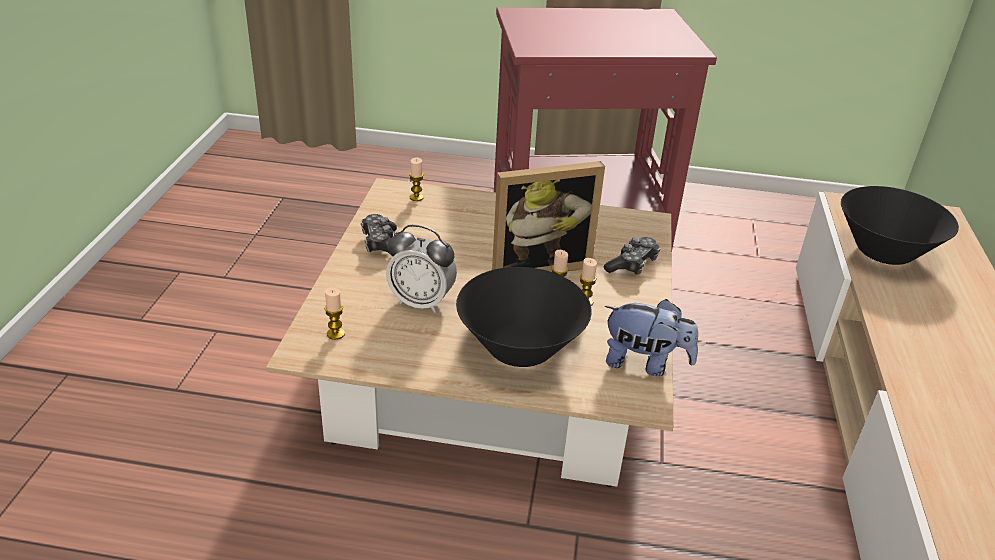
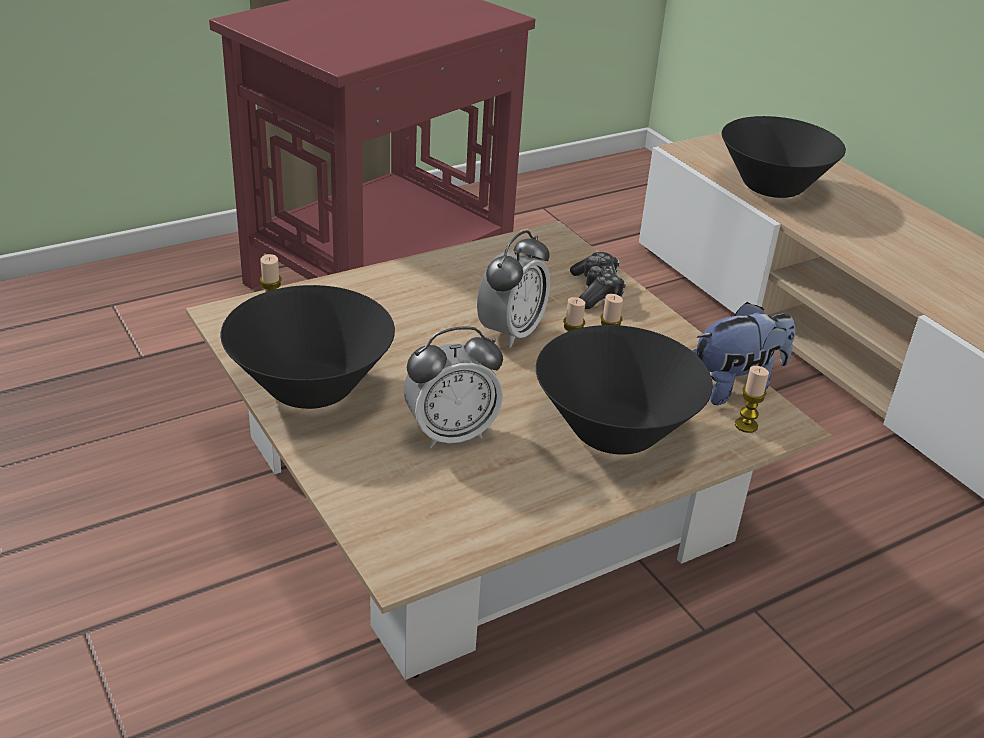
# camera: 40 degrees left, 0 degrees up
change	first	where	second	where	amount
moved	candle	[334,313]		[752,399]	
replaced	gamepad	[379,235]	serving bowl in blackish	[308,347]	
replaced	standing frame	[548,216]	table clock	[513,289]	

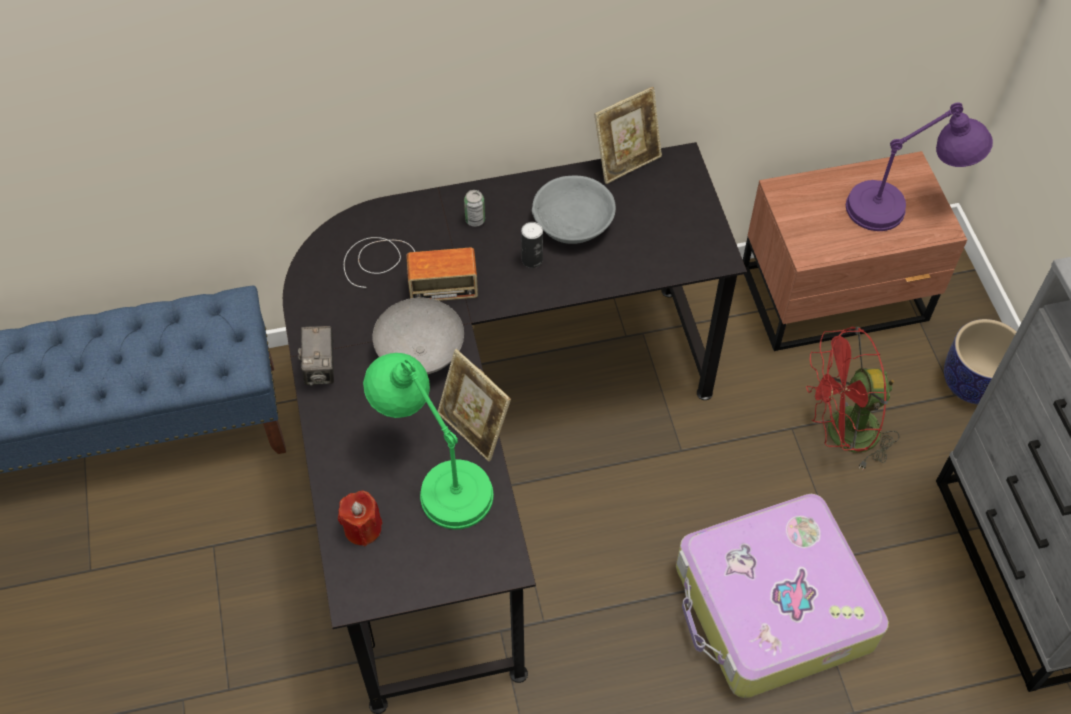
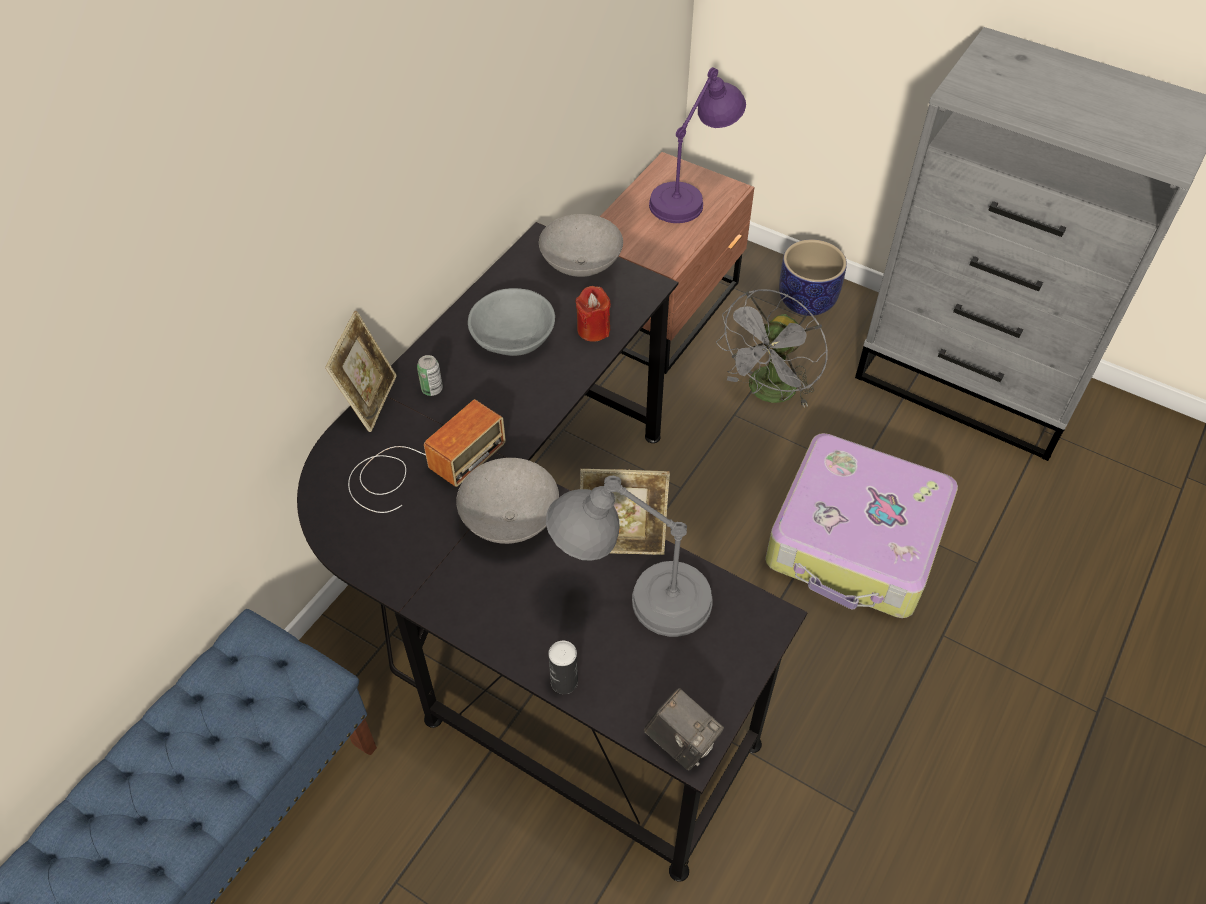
# camera: 45 degrees left, 5 degrees down
change	first	where	second	where	amount
added			serving bowl in grey	[581,245]	
moved	photo camera	[316,356]		[684,729]	
moved	candle in red-coloured	[360,518]		[593,314]	
moved	can	[532,245]		[563,667]	
moved	standing frame	[628,135]		[361,371]	
recoloured	tabletop lamp in greenish	[428,441]	tabletop lamp in grey	[629,556]	
recoloured	electric fan in red-coloured	[852,399]	electric fan in grey	[772,348]	

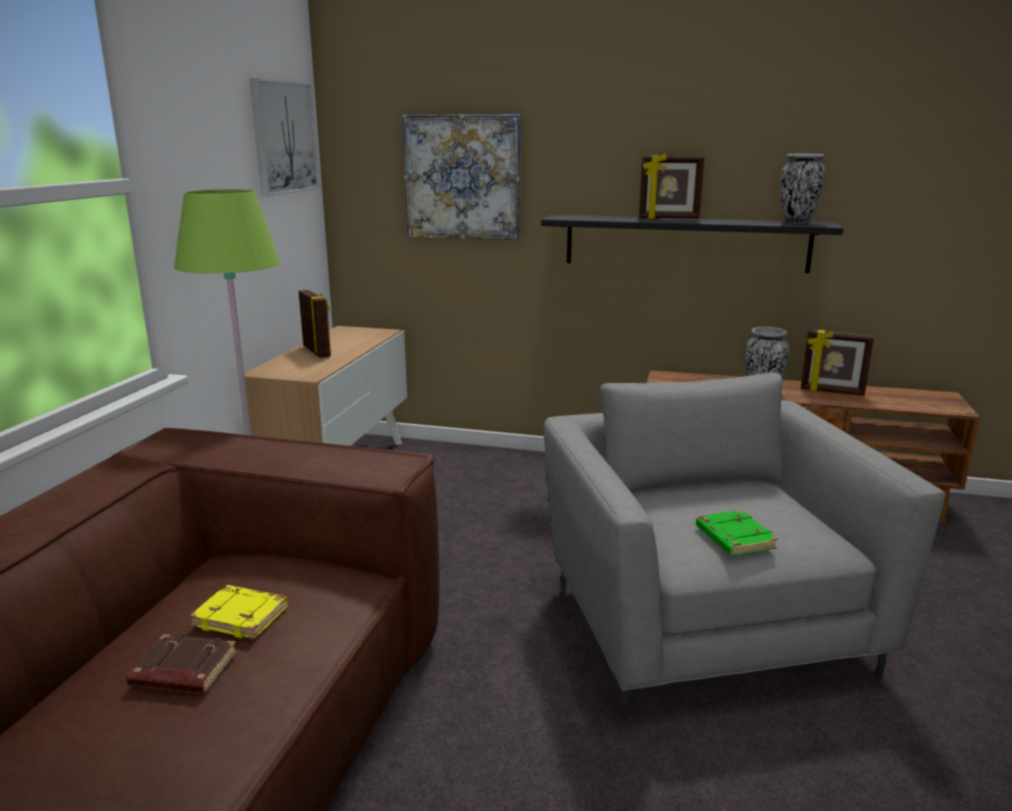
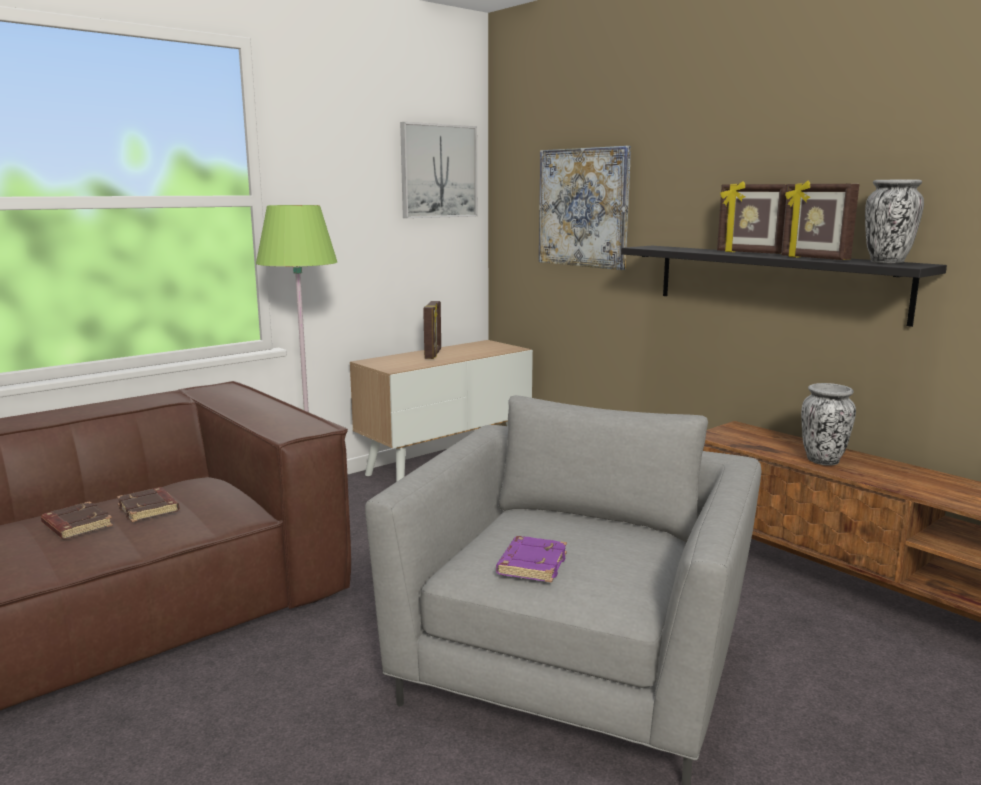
# camera: 35 degrees right, 5 degrees down
change	first	where	second	where	amount
moved	standing frame	[837,362]		[820,220]	
recoloured	bound book in yellowish	[238,612]	bound book in brownish	[148,504]	
recoloured	bound book in greenish	[737,533]	bound book in purple-coloured	[531,559]	

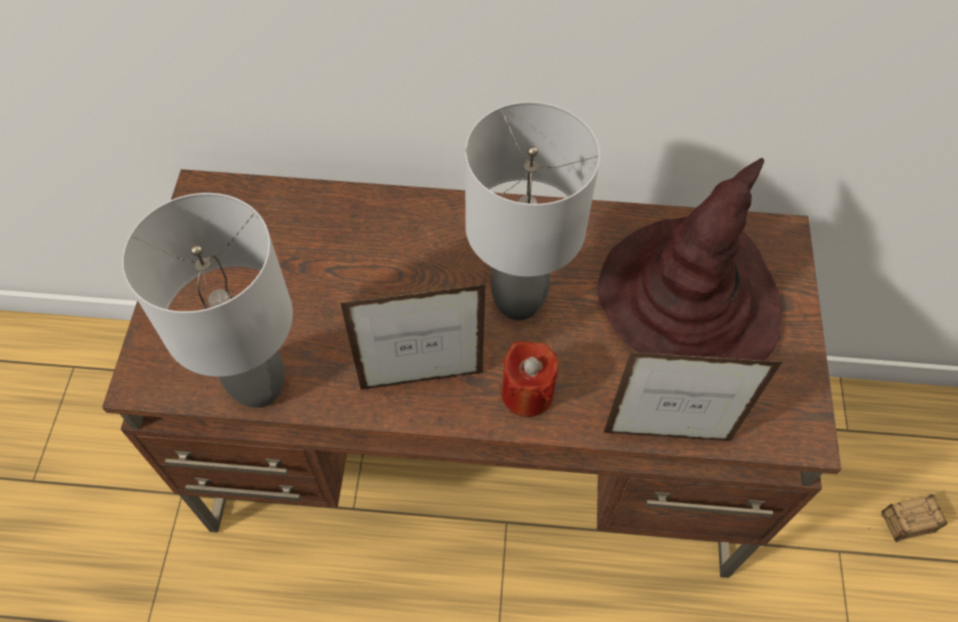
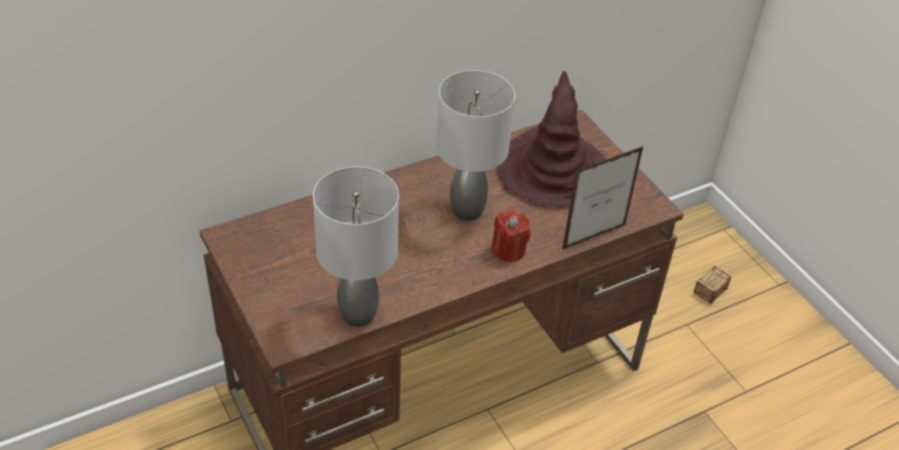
# camera: 35 degrees left, 15 degrees down
change	first	where	second	where	amount
removed	standing frame	[413,337]			

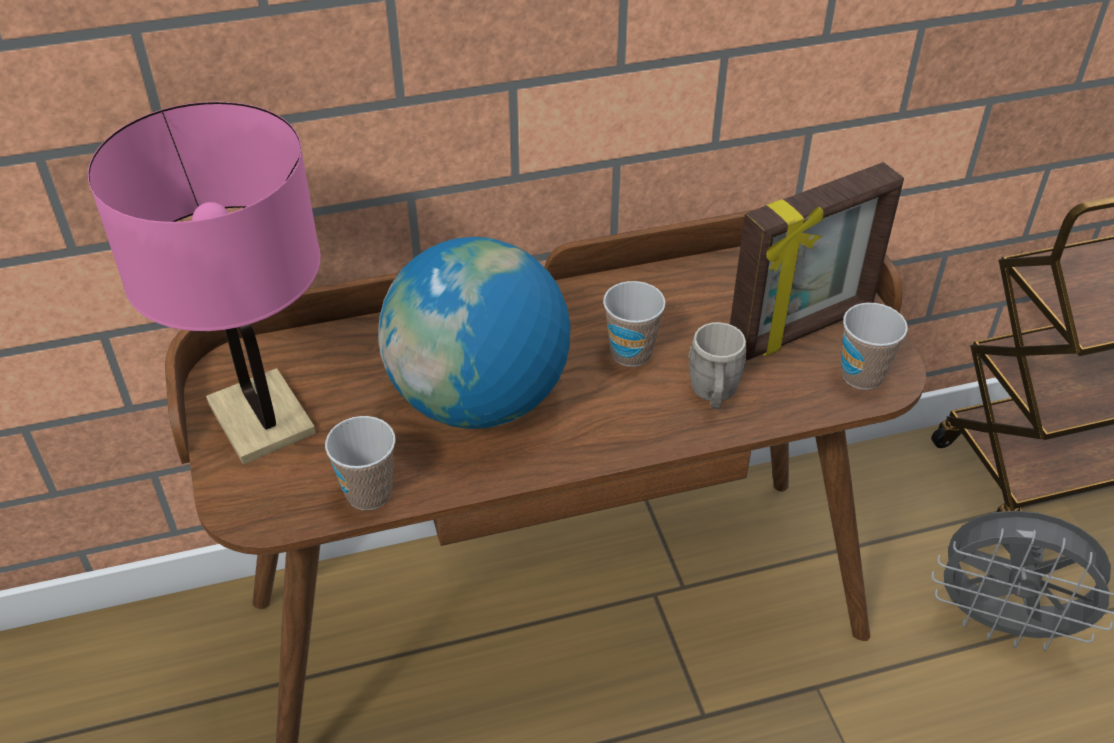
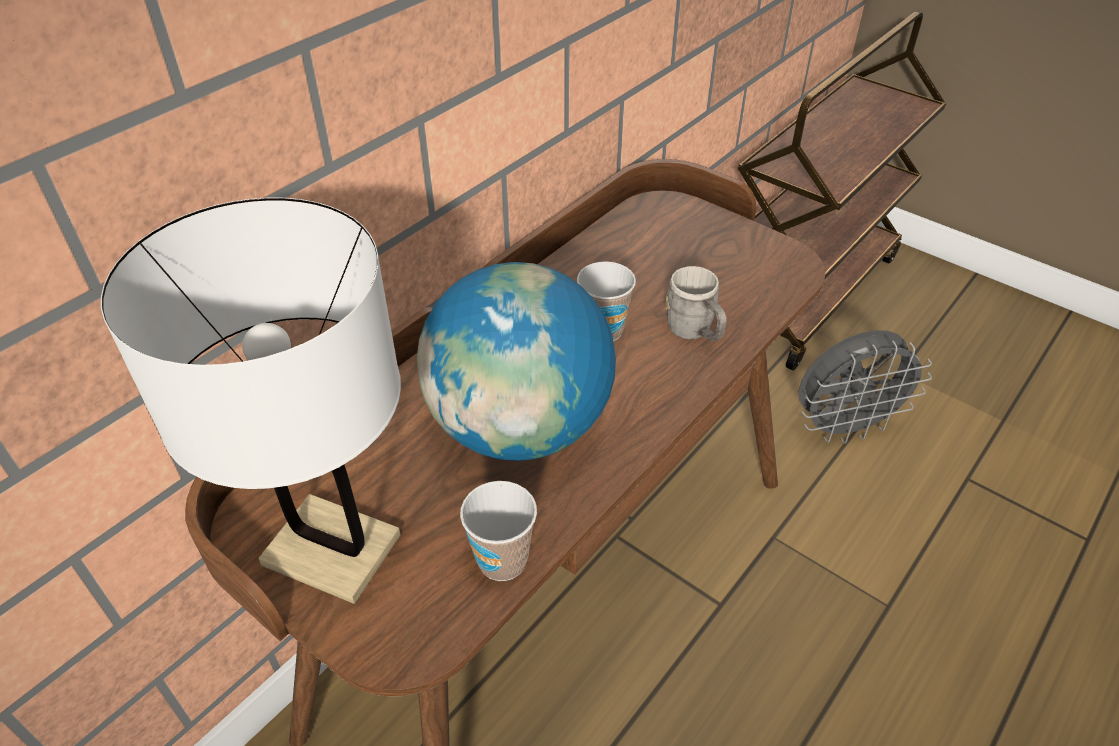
# camera: 35 degrees left, 0 degrees up
change	first	where	second	where	amount
removed	standing frame	[817,261]			
removed	drinking cup	[874,346]			
recoloured	tabletop lamp in pinkish	[204,282]	tabletop lamp in whitish	[251,400]	

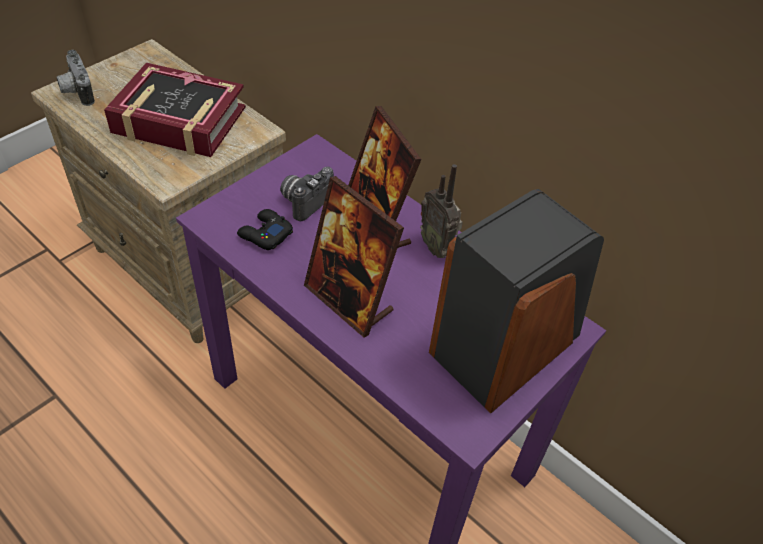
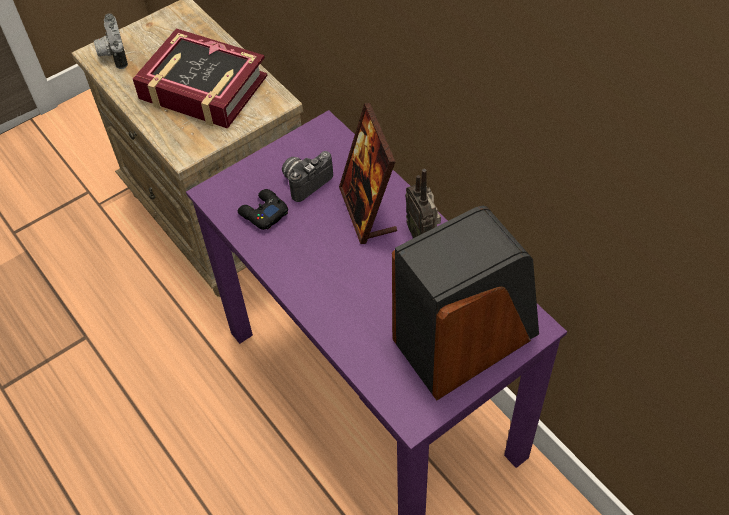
# camera: 15 degrees right, 5 degrees up
change	first	where	second	where	amount
removed	standing frame	[354,257]			

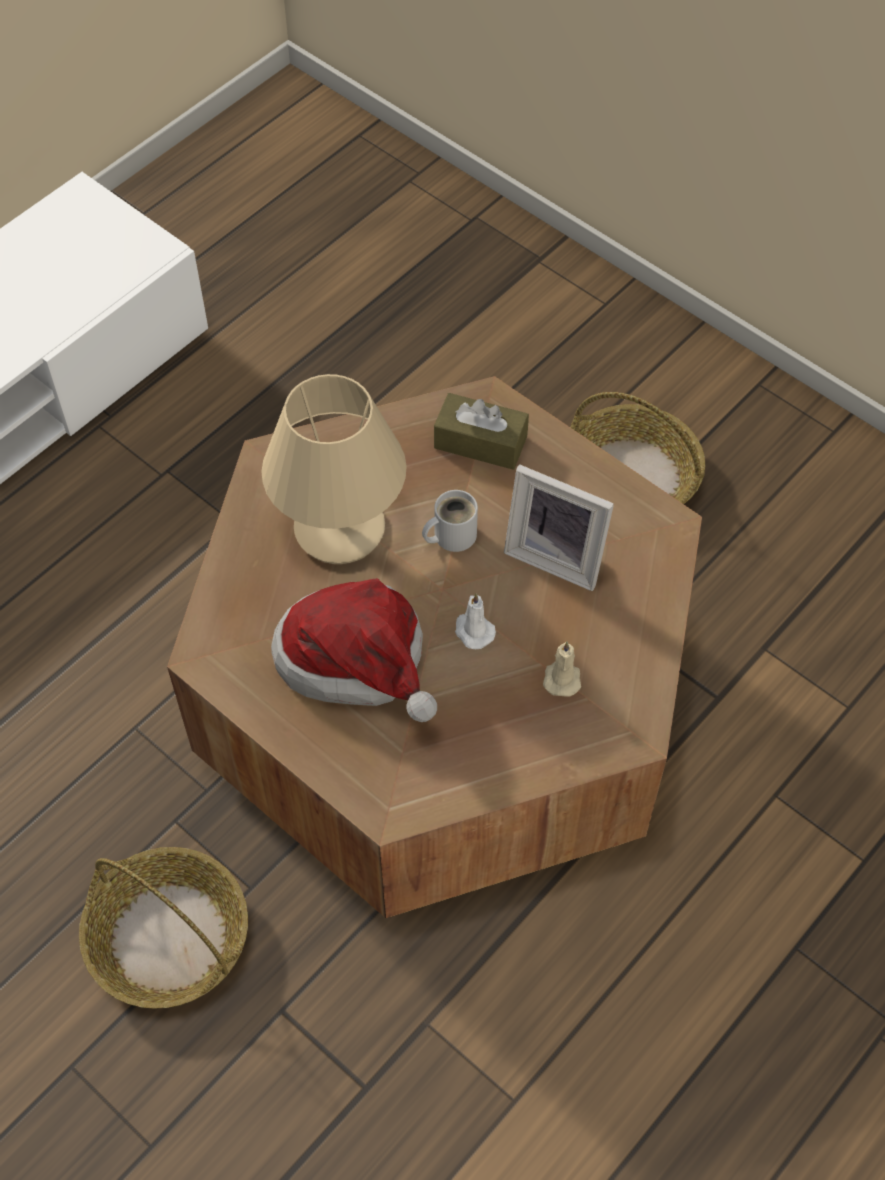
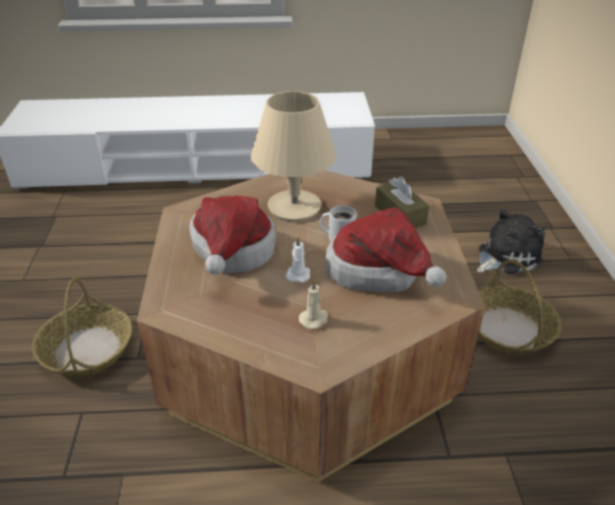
# camera: 45 degrees right, 20 degrees down
change	first	where	second	where	amount
added			plush toy	[511,241]	
replaced	standing frame	[559,527]	wearable hat	[385,249]	

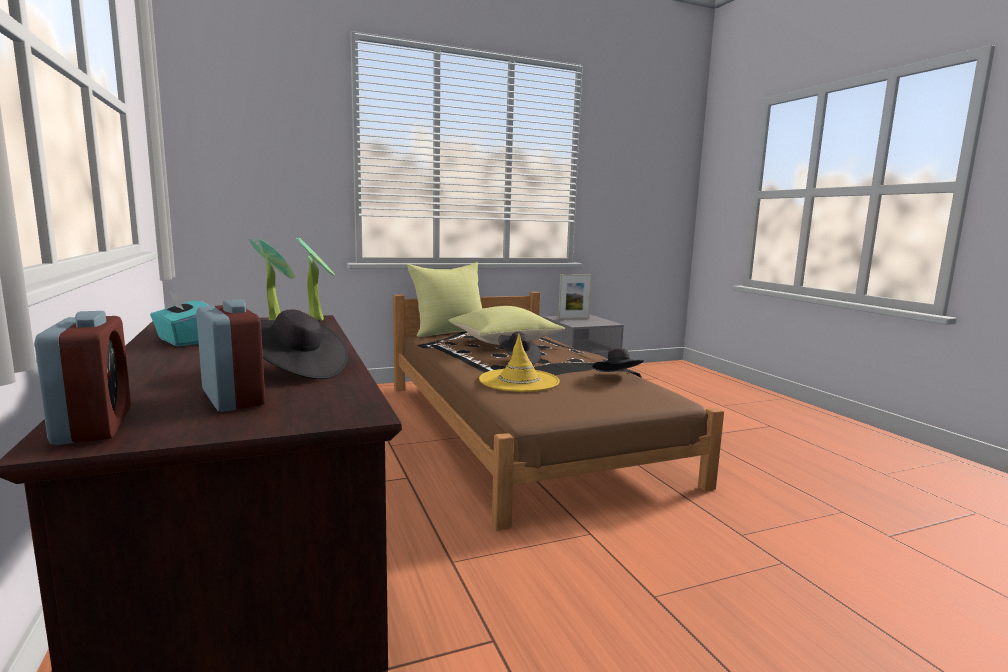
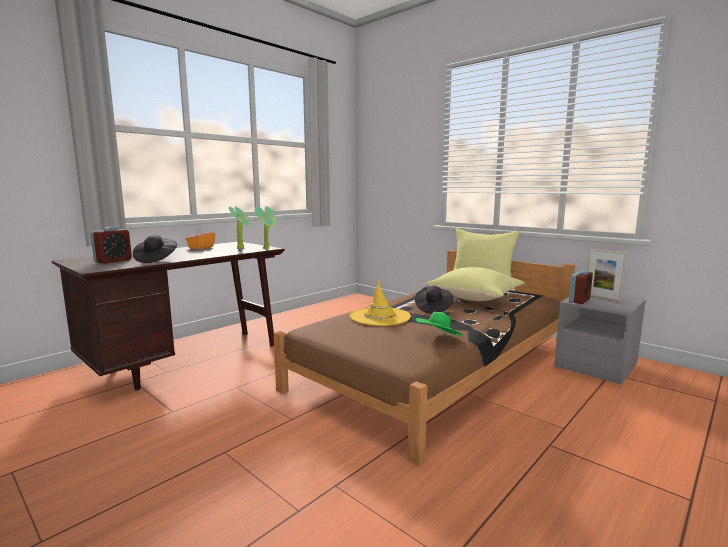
# camera: 65 degrees right, 0 degrees up
change	first	where	second	where	amount
moved	table clock	[83,378]		[581,287]	
recoloured	tissue box in turquoise	[180,318]	tissue box in orange-coloured	[200,238]	
recoloured	wearable hat in blackish	[618,360]	wearable hat in greenish	[439,324]	

